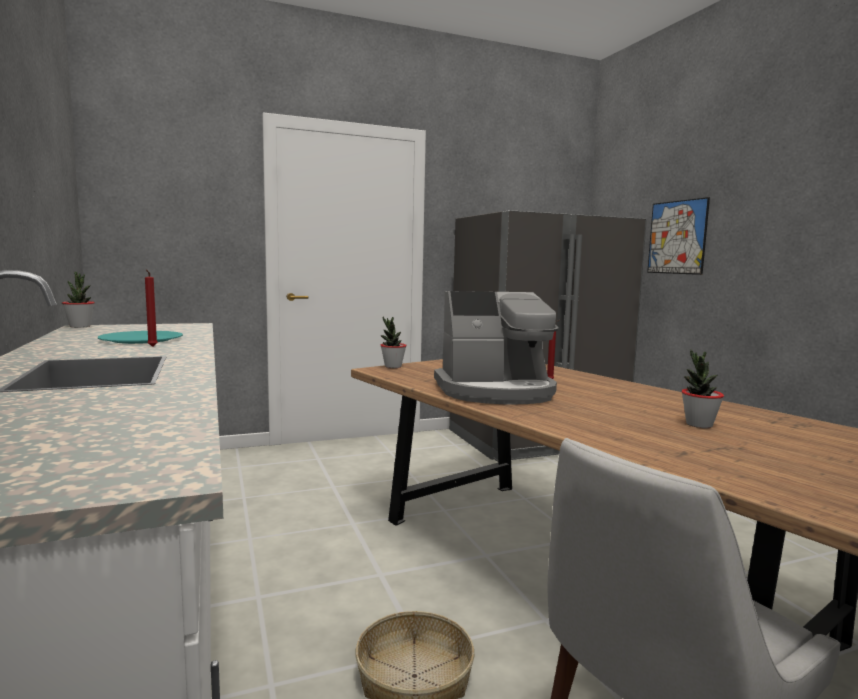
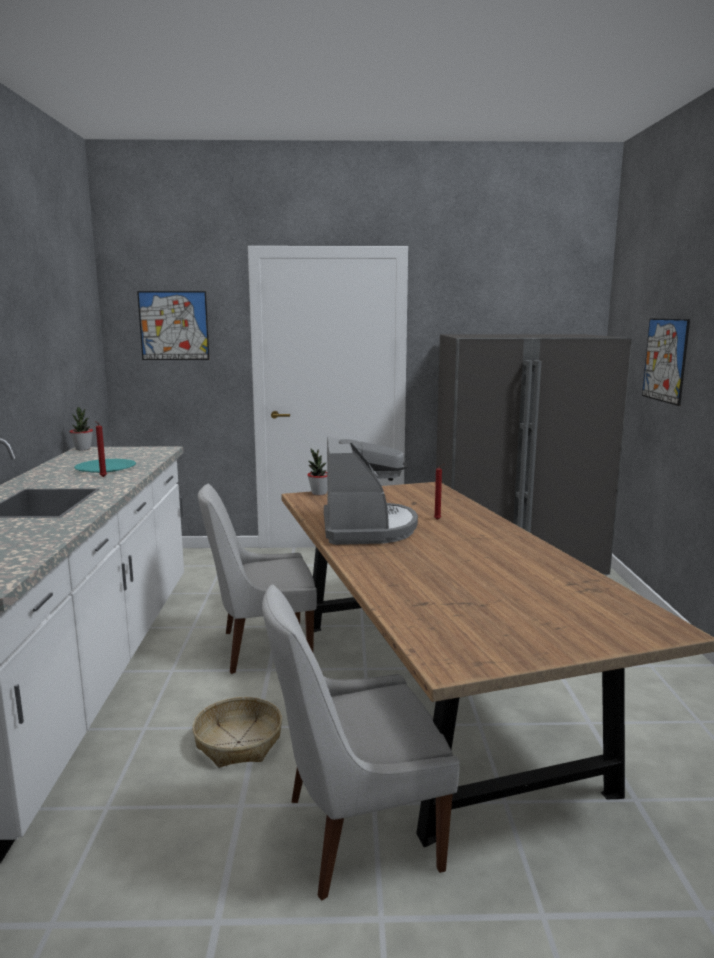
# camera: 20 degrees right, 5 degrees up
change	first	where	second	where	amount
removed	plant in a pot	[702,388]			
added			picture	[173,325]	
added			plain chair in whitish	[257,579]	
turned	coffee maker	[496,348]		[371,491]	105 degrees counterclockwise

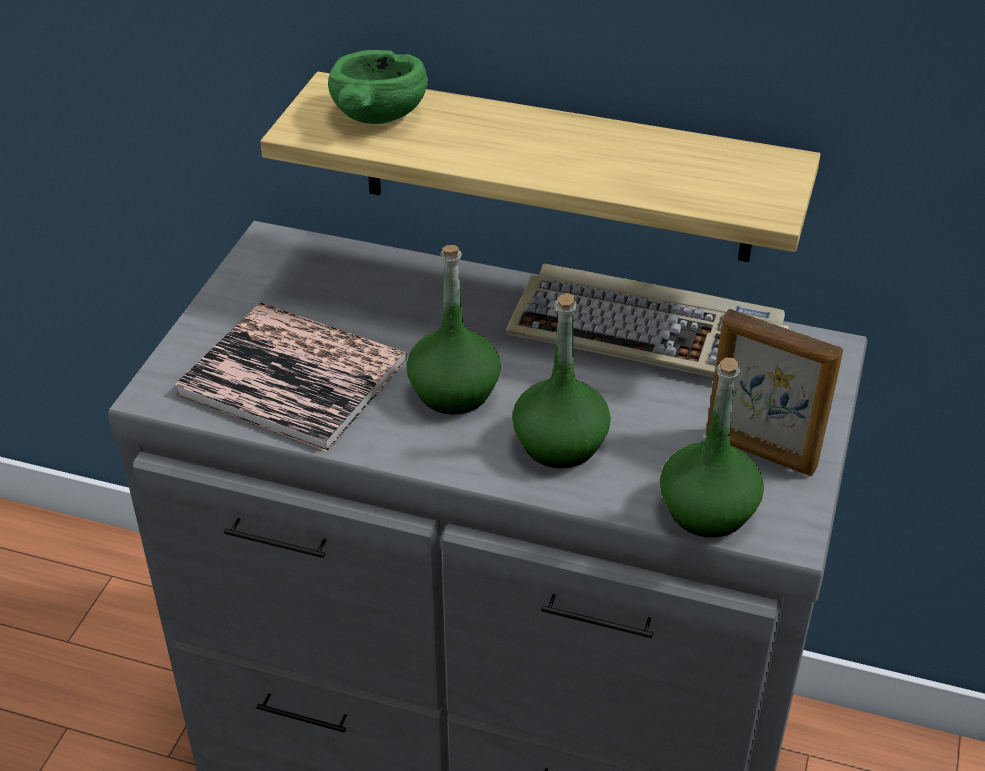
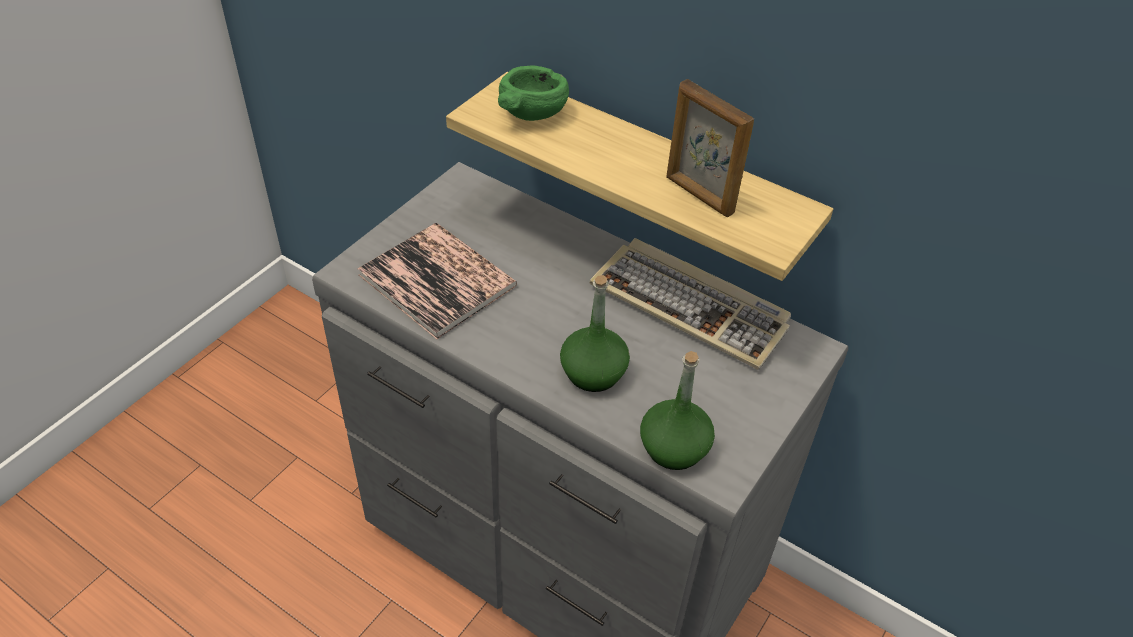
# camera: 15 degrees right, 5 degrees up
change	first	where	second	where	amount
removed	bottle in greenish	[454,330]			
moved	standing frame	[774,392]		[710,148]	

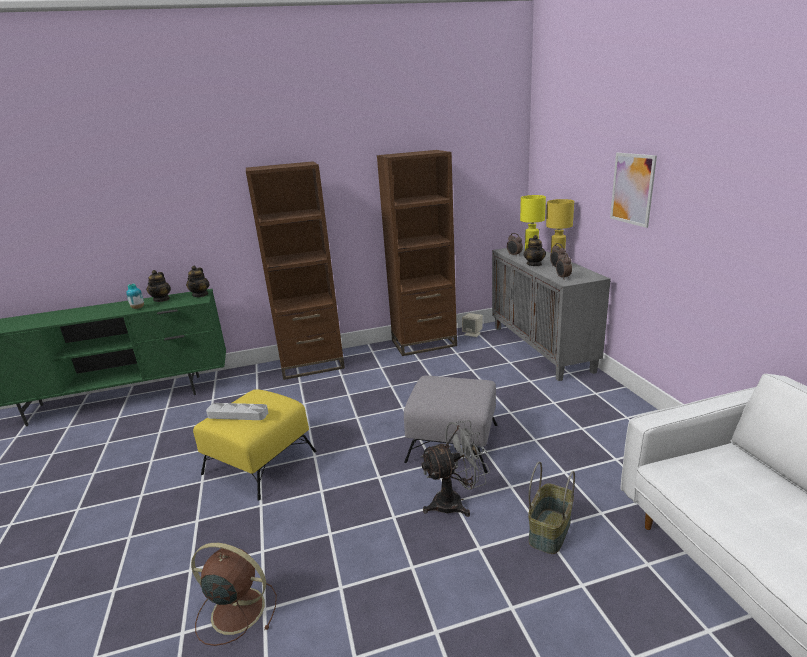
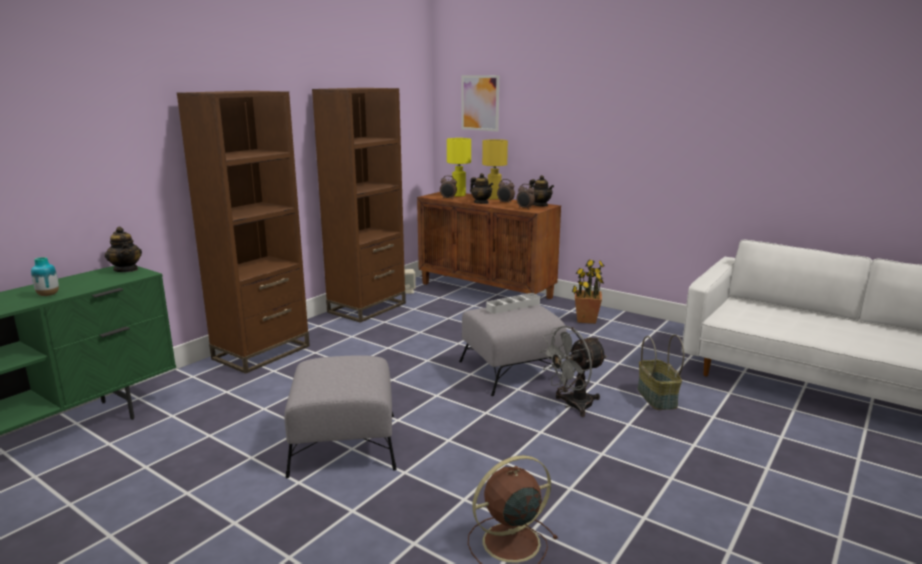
# camera: 40 degrees left, 5 degrees down
change	first	where	second	where	amount
added			plant in a pot	[588,291]	
moved	tea pot	[158,286]		[541,191]	
moved	serving tray in grey	[237,411]		[513,303]	
moved	picture	[633,190]		[480,103]	
recoloured	footrest in yellowish	[255,445]	footrest in grey	[340,416]	
recoloured	storage cabinet in grey	[551,313]	storage cabinet in brownish	[489,245]	
turned	electric fan in grey	[455,468]		[573,371]	150 degrees counterclockwise

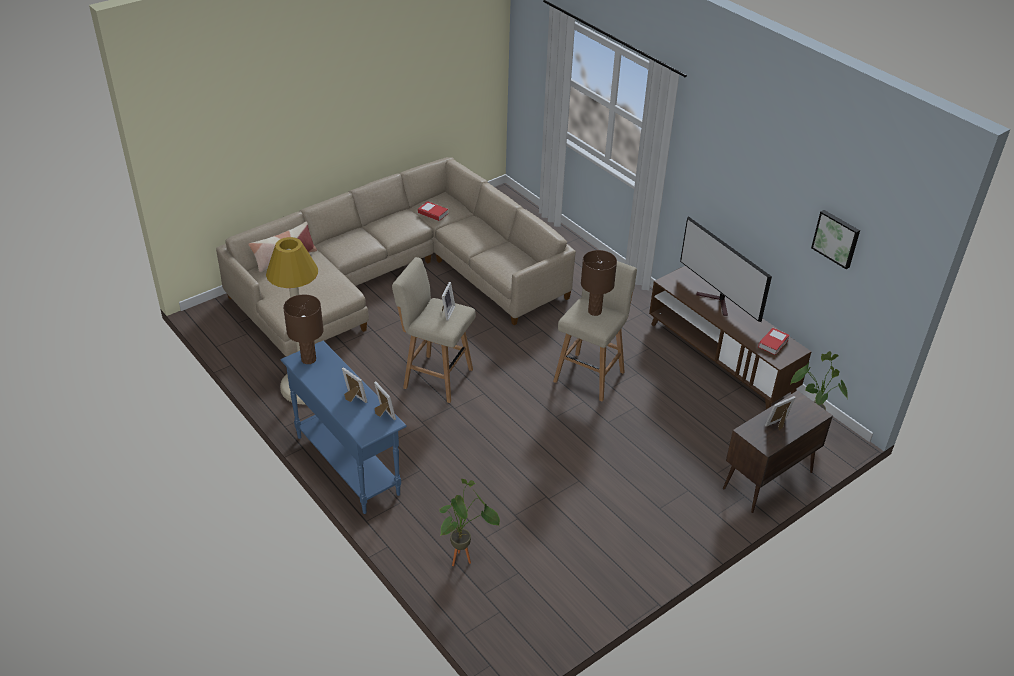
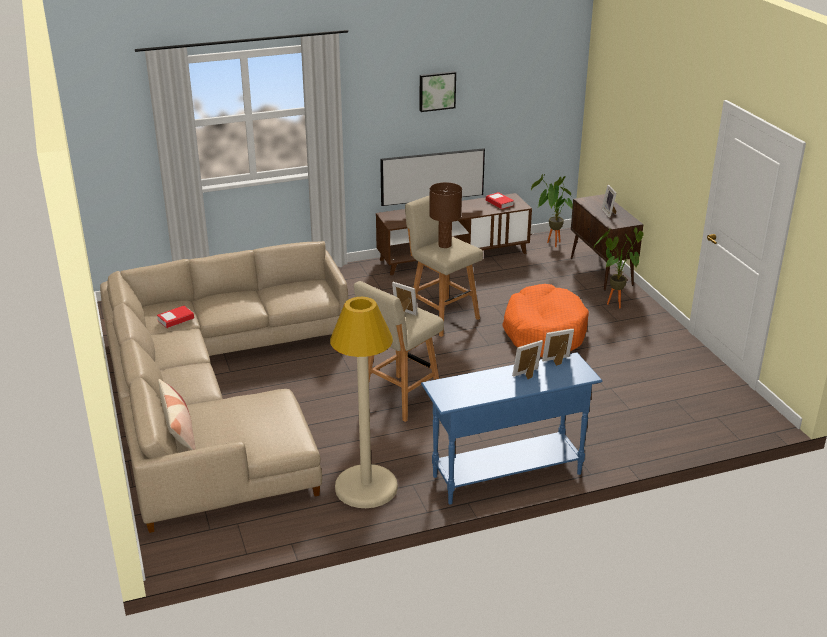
# camera: 70 degrees left, 10 degrees down
change	first	where	second	where	amount
removed	tabletop lamp in brownish	[303,329]			
added			pet bed in orange-coloured	[545,320]	
moved	plant in a pot	[469,522]		[619,268]	
moved	picture	[835,239]		[438,91]	

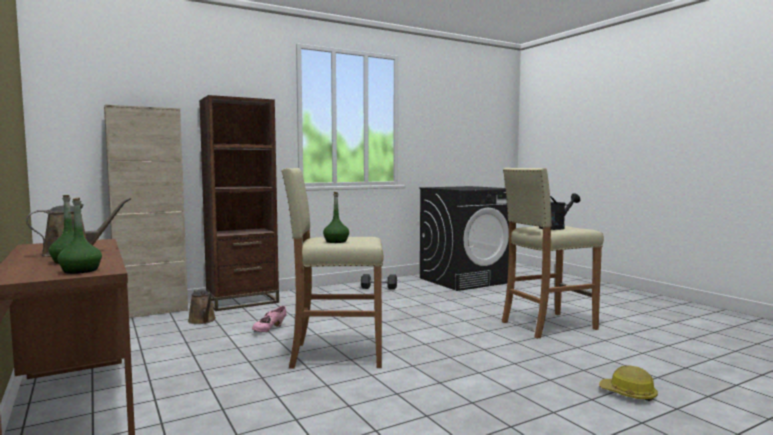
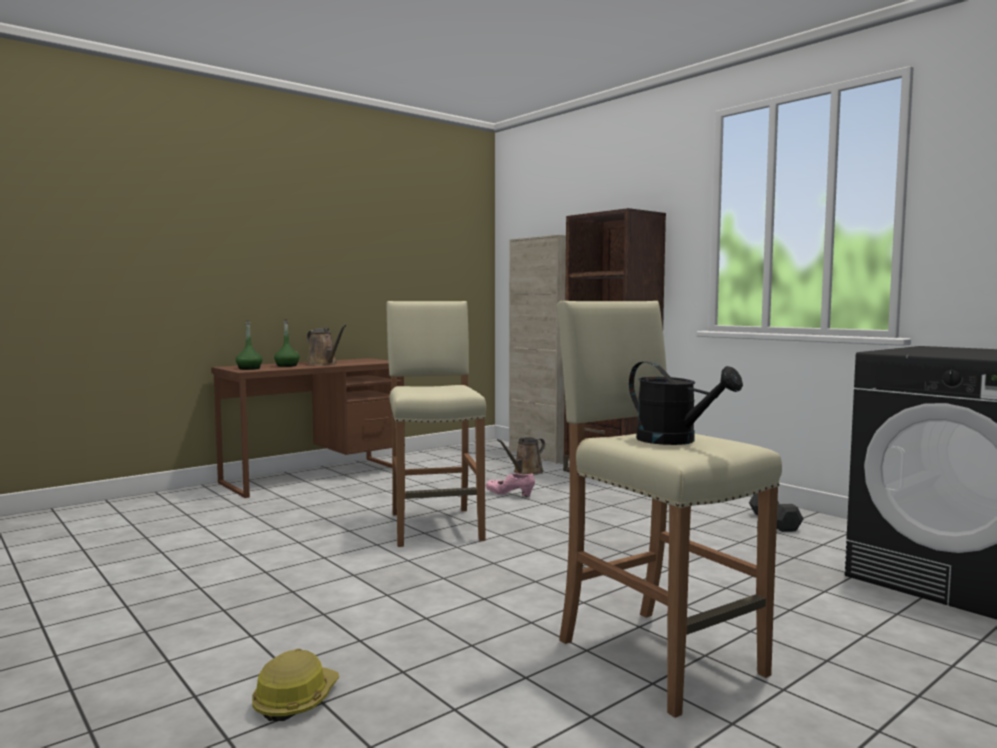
# camera: 80 degrees right, 0 degrees up
change	first	where	second	where	amount
removed	bottle in greenish	[336,217]			

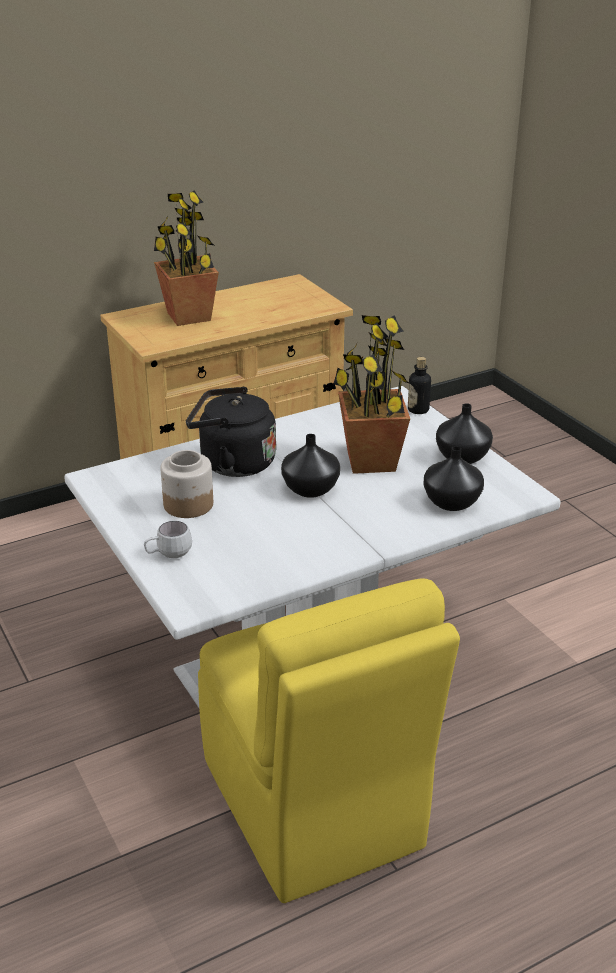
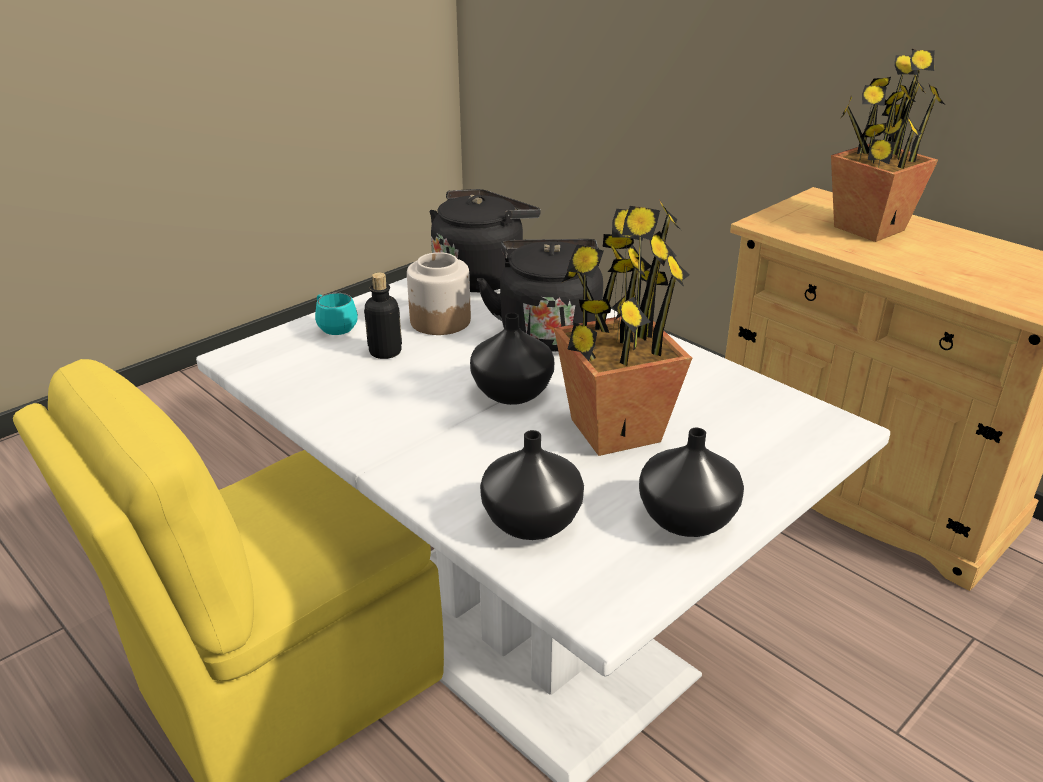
# camera: 75 degrees right, 0 degrees up
change	first	where	second	where	amount
added			water kettle in blackish	[485,240]	
moved	bottle	[419,385]		[383,316]	
recoloured	coffee mug in whitish	[168,539]	coffee mug in turquoise	[336,314]	

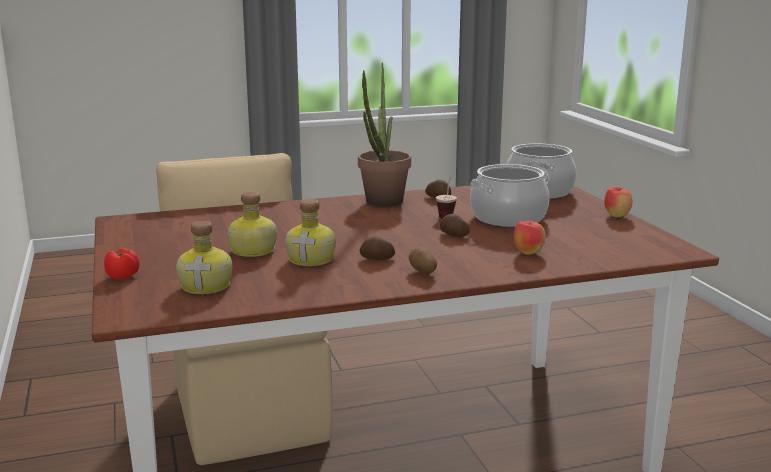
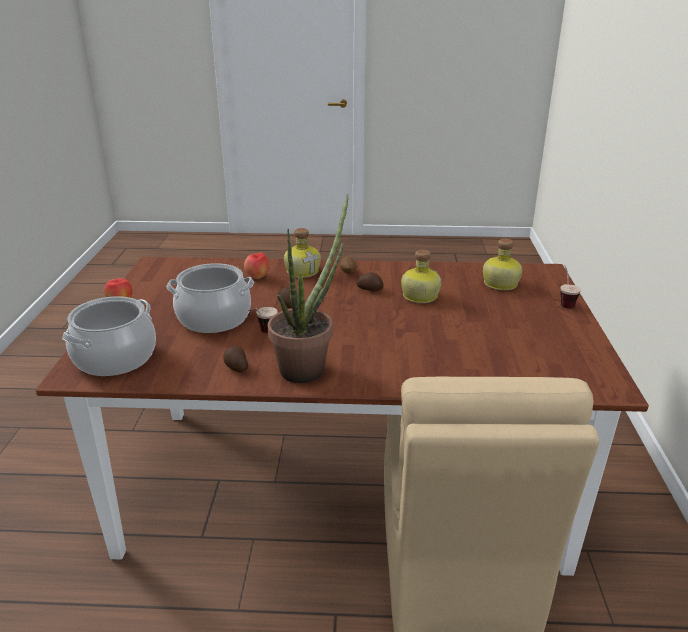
# camera: 160 degrees left, 10 degrees up
change	first	where	second	where	amount
moved	bottle	[252,224]		[302,253]	
replaced	whole tomato	[122,264]	drinking cup	[570,286]	

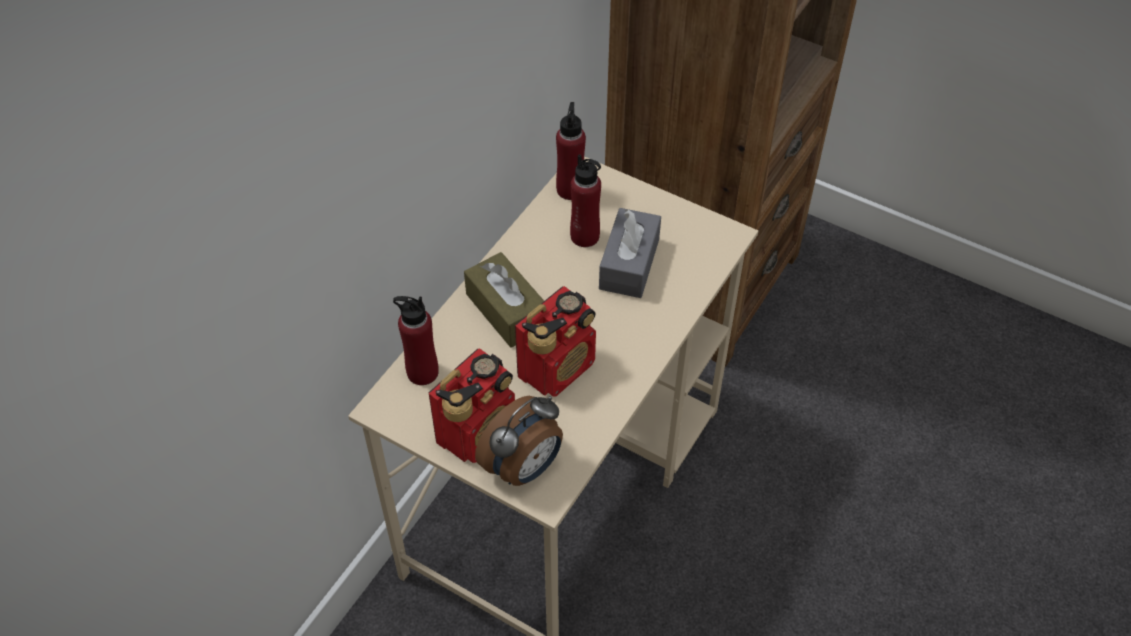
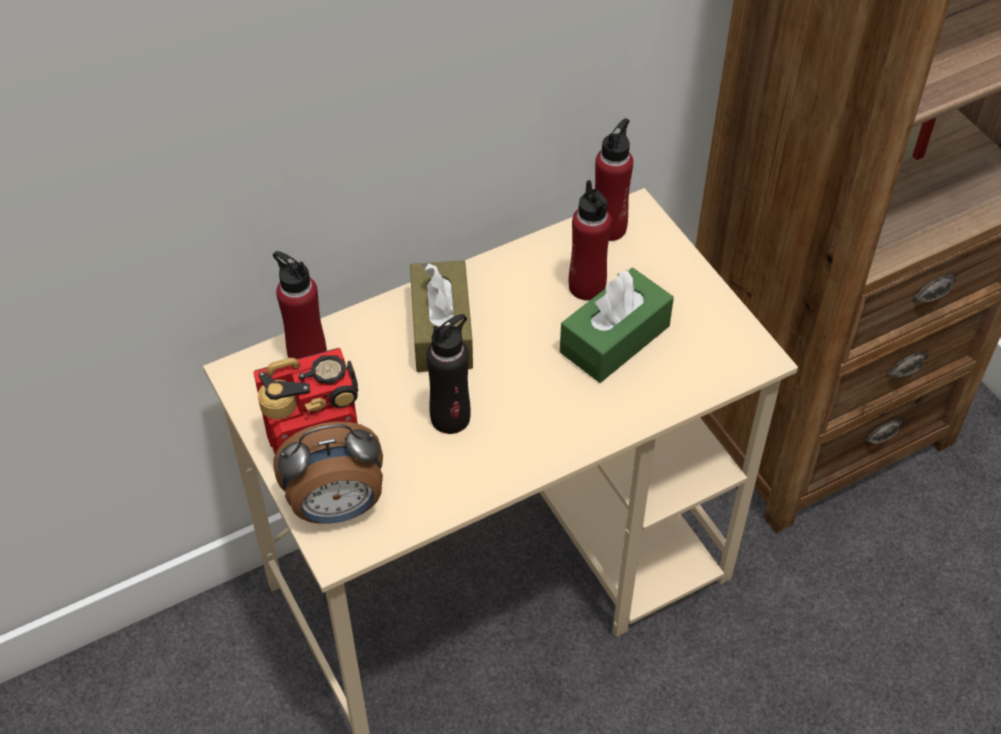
# camera: 30 degrees right, 0 degrees up
change	first	where	second	where	amount
replaced	radio	[555,341]	bottle in blackish	[448,374]	
recoloured	tissue box in grey	[630,253]	tissue box in greenish	[617,325]	

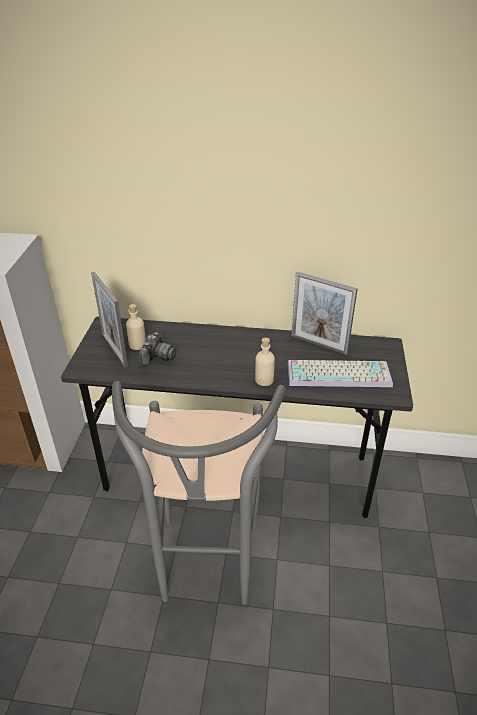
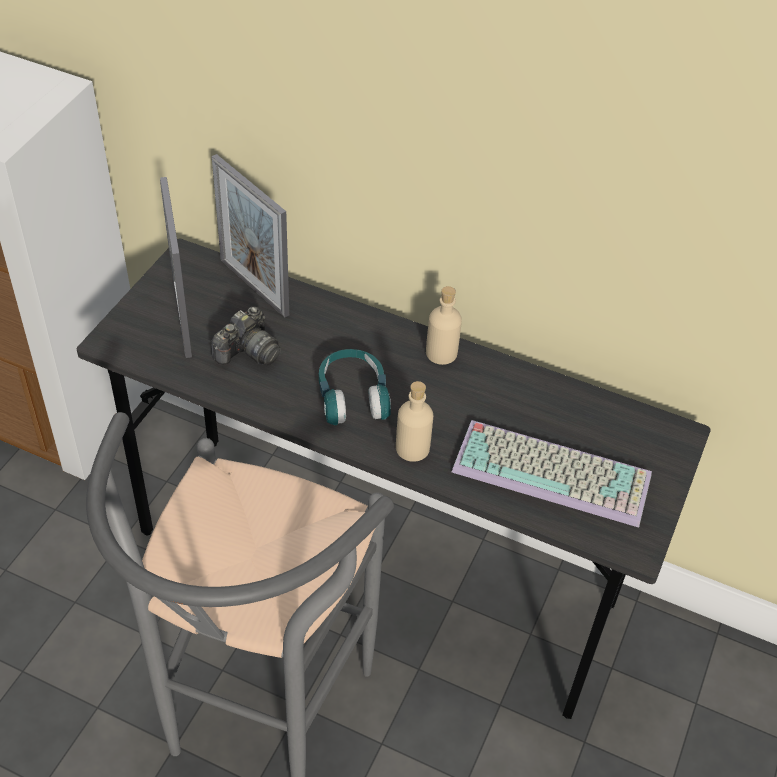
# camera: 15 degrees right, 10 degrees up
change	first	where	second	where	amount
added			headset in turquoise	[355,387]	
moved	bottle in beige-coloured	[136,327]		[444,325]	
moved	standing frame	[324,313]		[250,236]	

